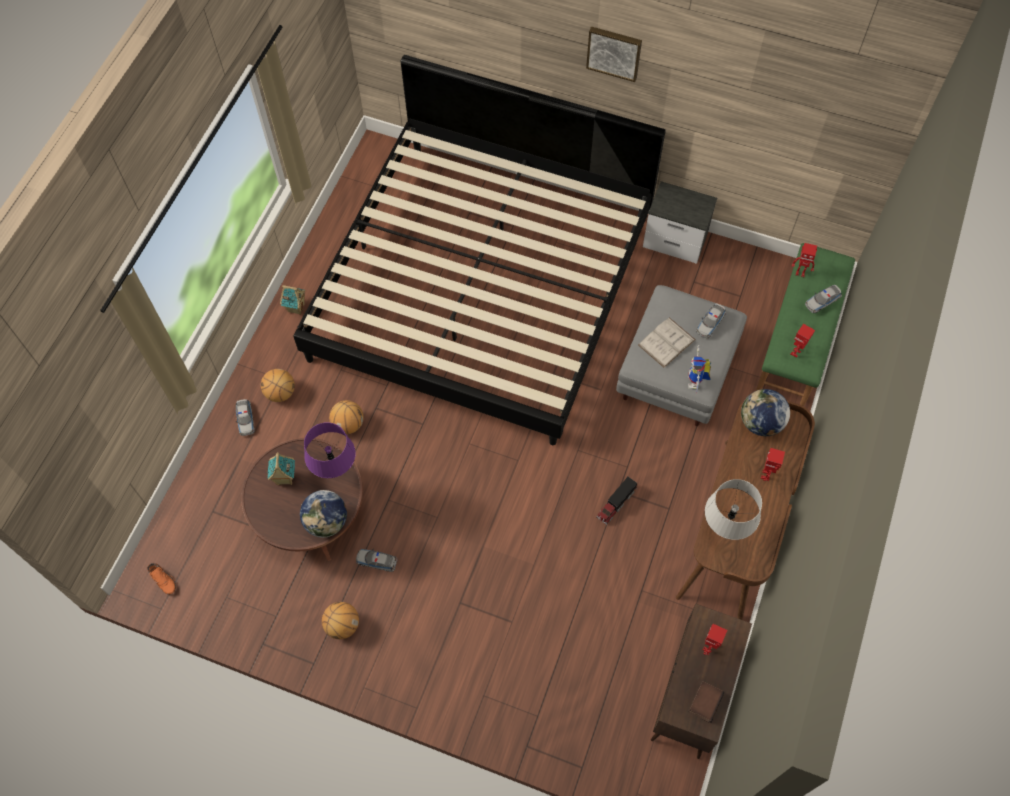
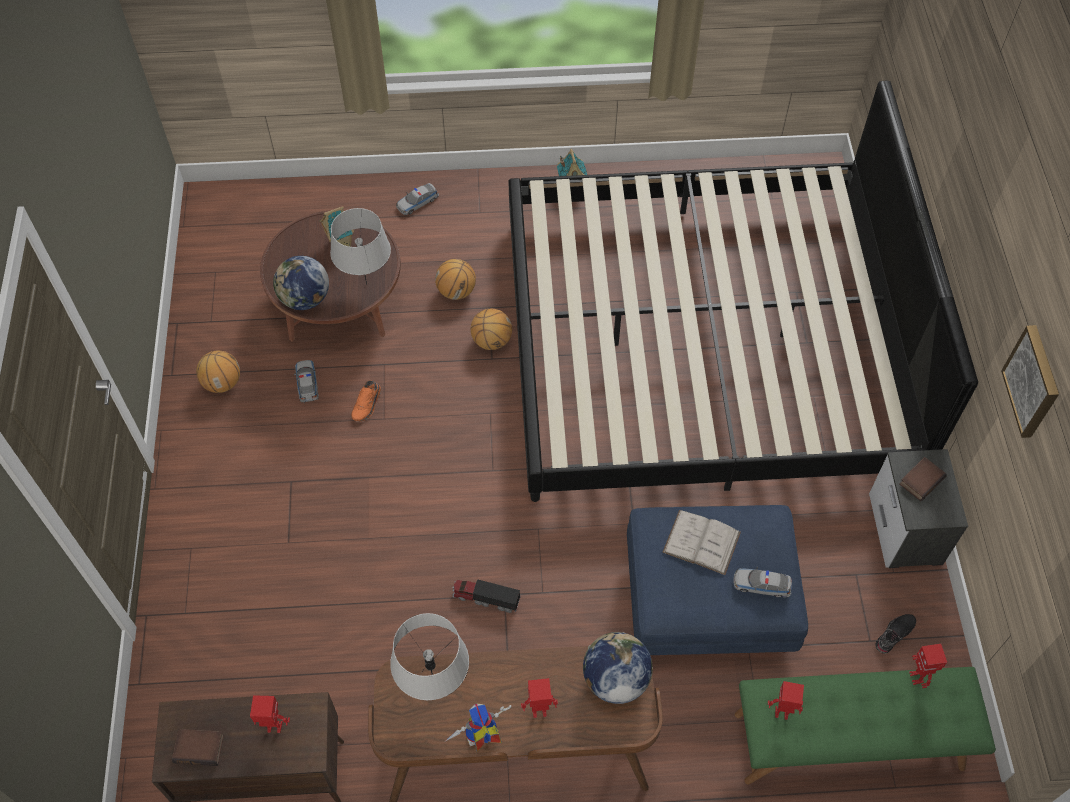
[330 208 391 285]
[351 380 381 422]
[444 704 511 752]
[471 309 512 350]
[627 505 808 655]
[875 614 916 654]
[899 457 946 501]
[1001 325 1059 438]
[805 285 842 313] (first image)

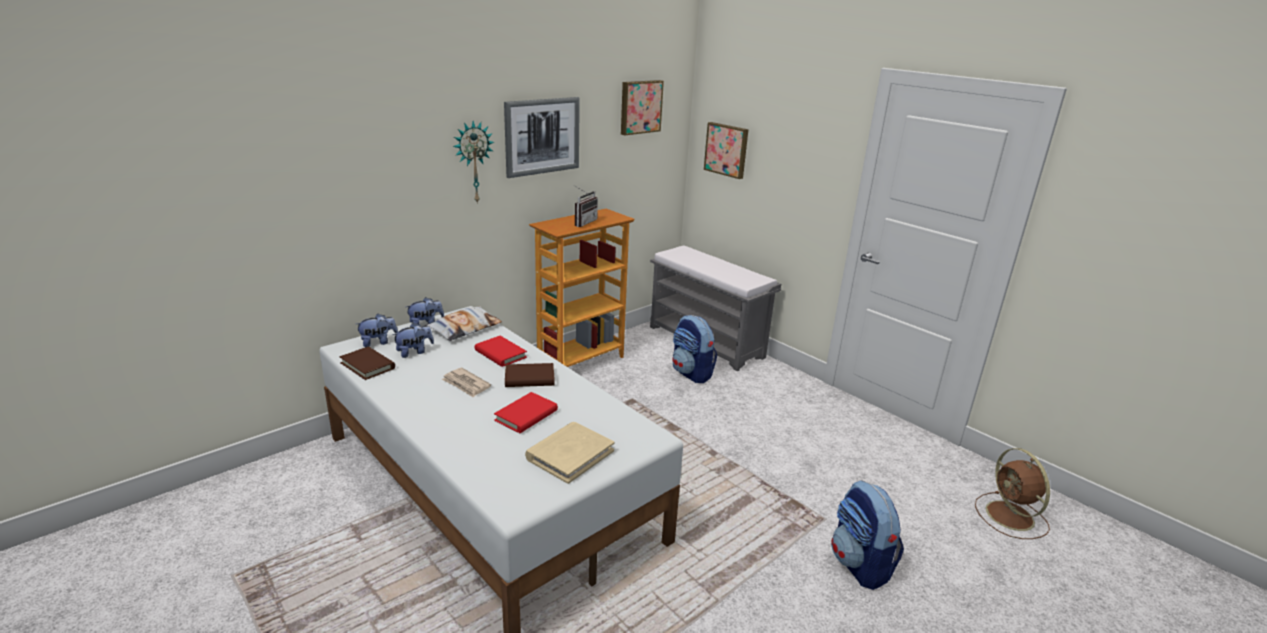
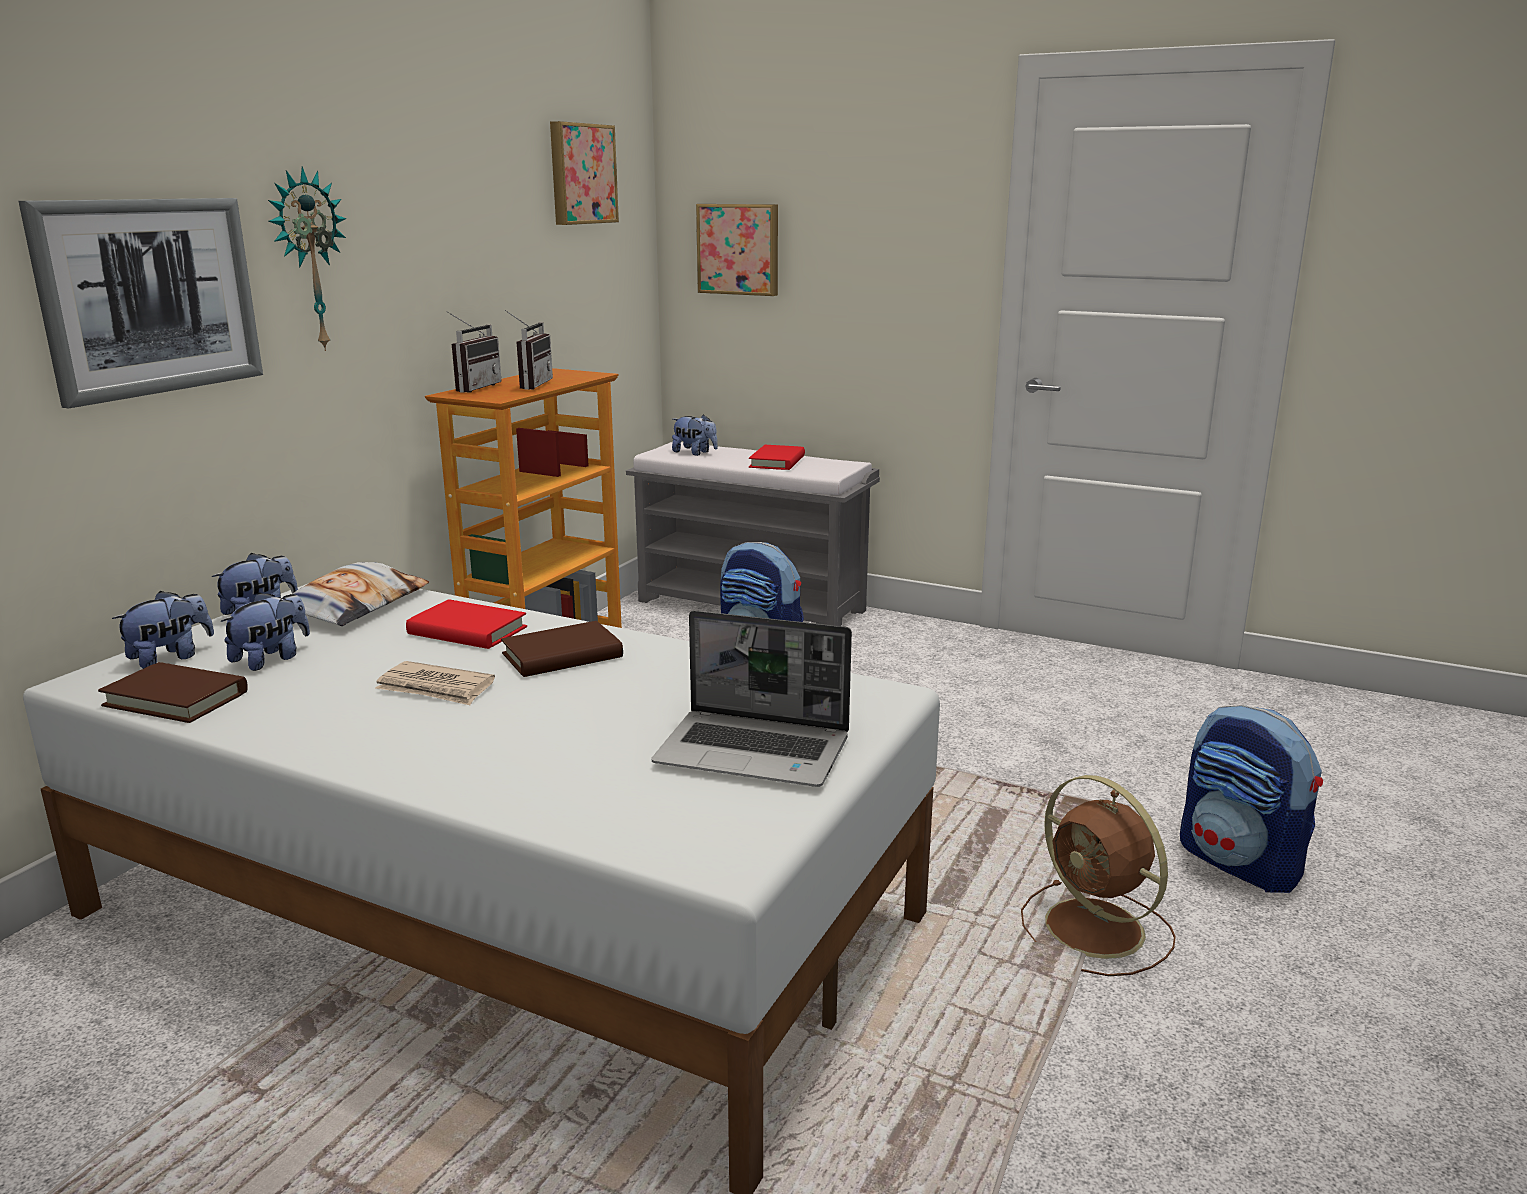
[19 198 263 408]
[446 311 501 393]
[651 610 852 787]
[672 414 718 456]
[749 445 805 470]
[1021 775 1176 976]

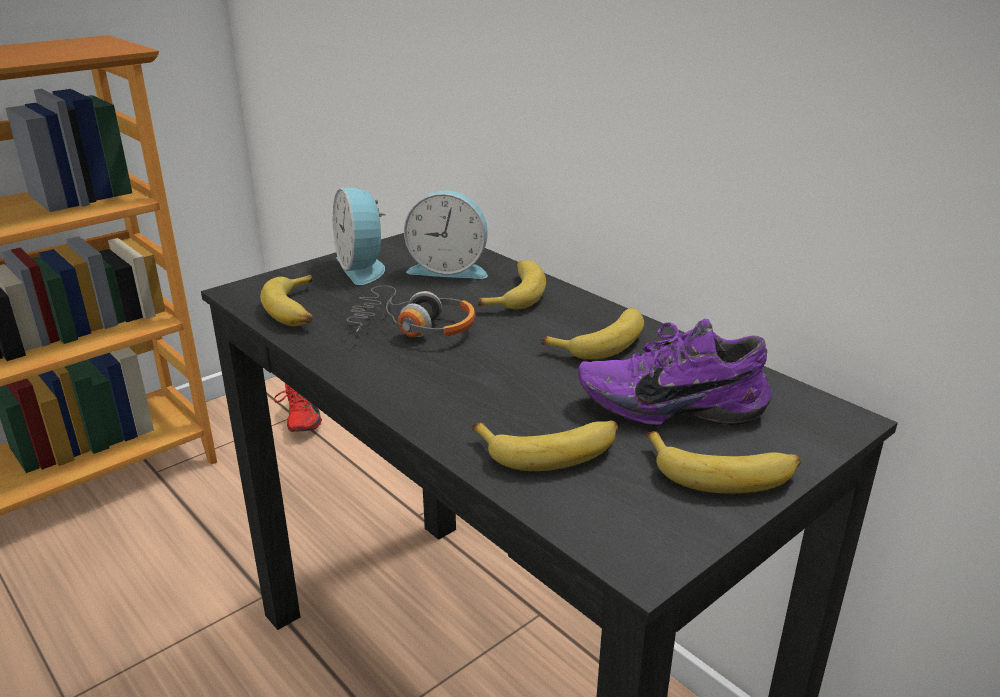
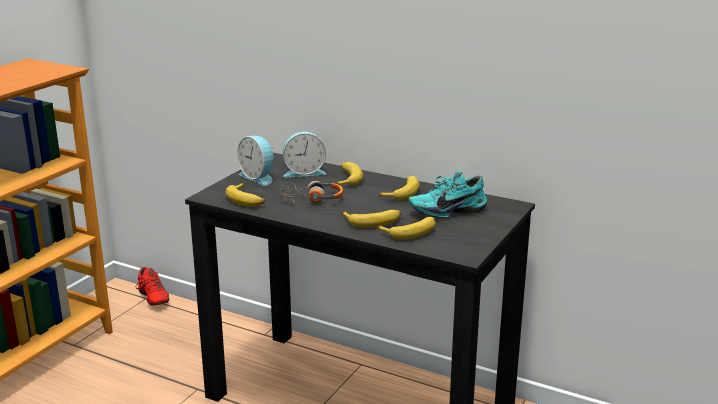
[341 210 401 228]
[409 171 487 218]

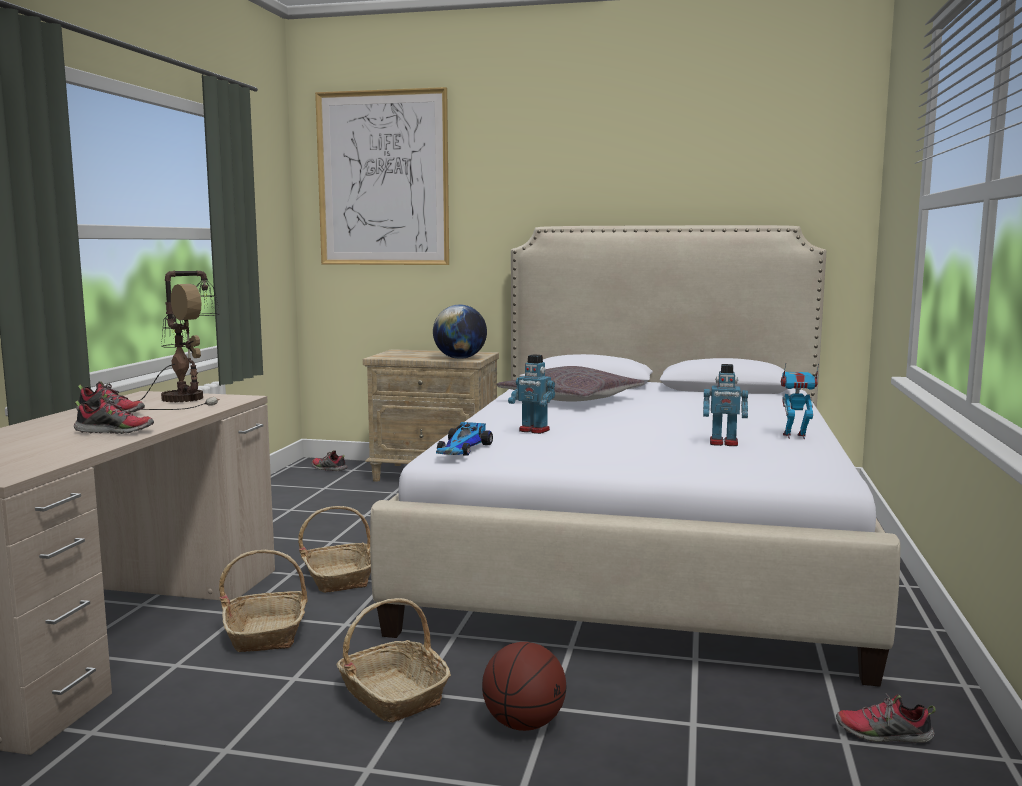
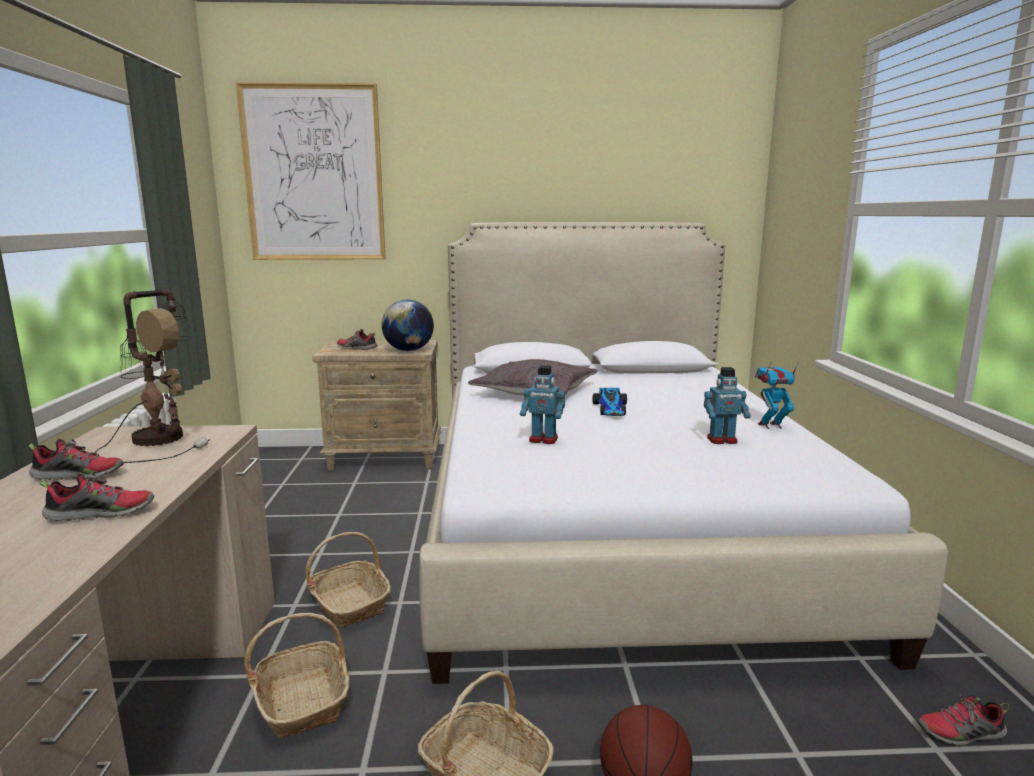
[337 329 377 350]
[592 388 627 416]

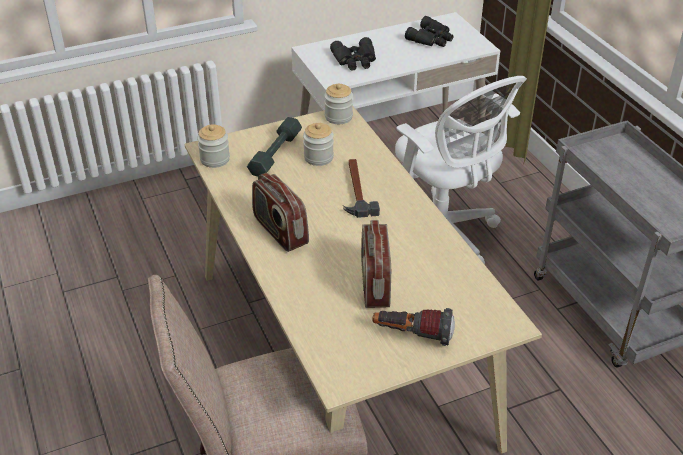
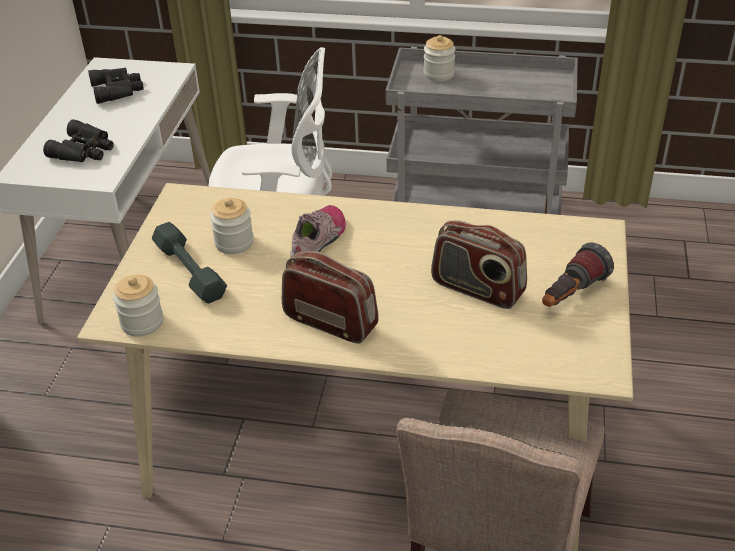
[282 251 379 344]
[290 205 346 261]
[424 35 455 81]

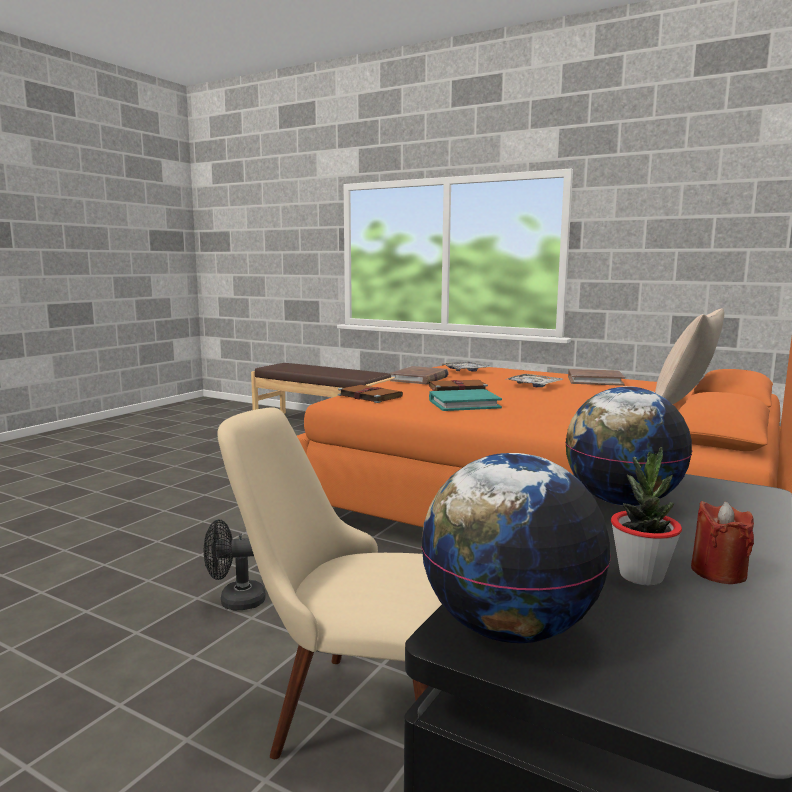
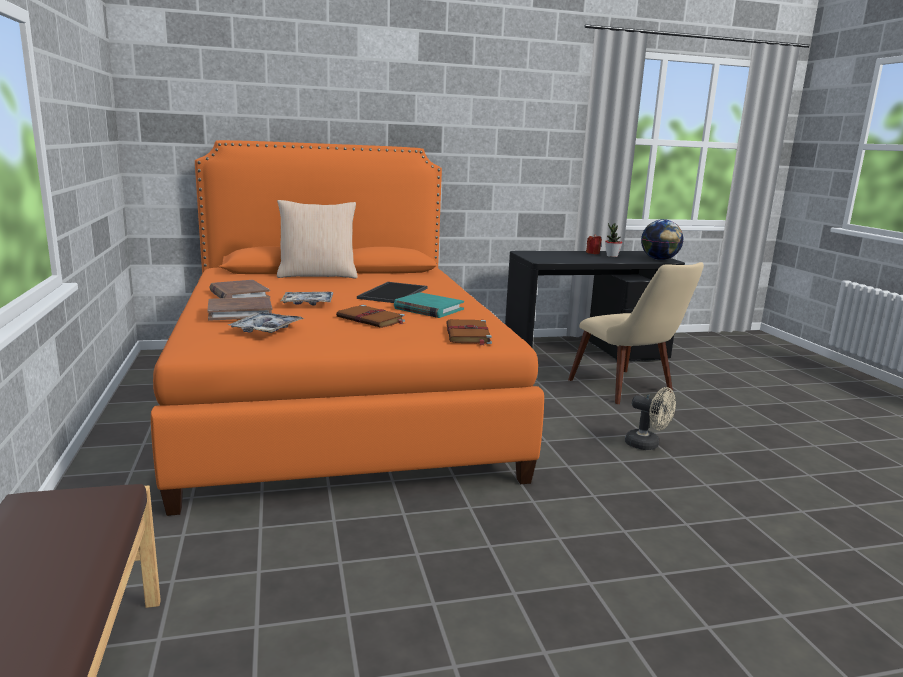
[208 297 273 321]
[357 282 427 303]
[625 387 676 450]
[565 386 692 506] (first image)

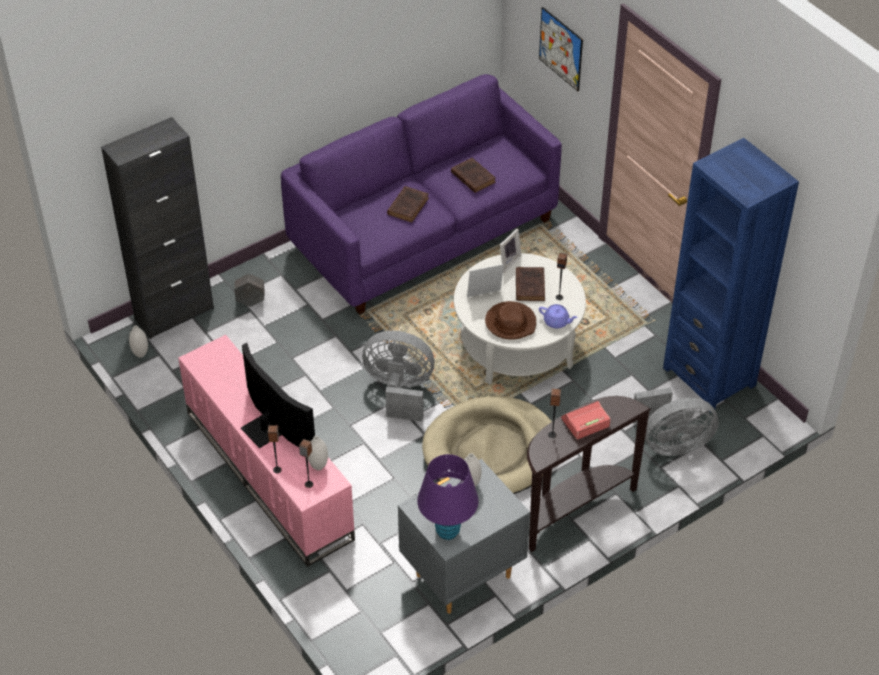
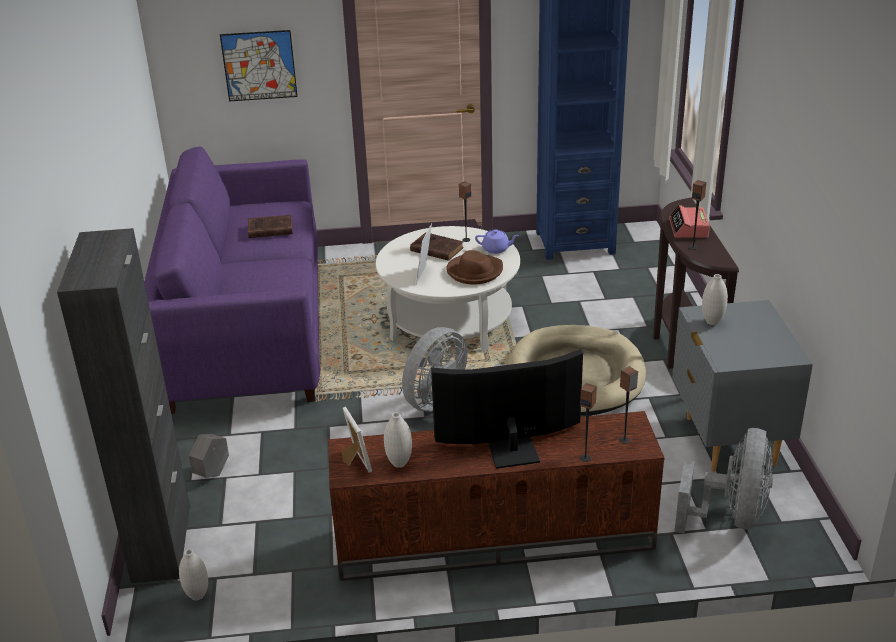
[328 411 664 581]
[342 407 372 473]
[384 412 412 468]
[475 229 519 254]
[674 428 773 534]
[387 186 429 222] (first image)
[417 454 479 540] (first image)

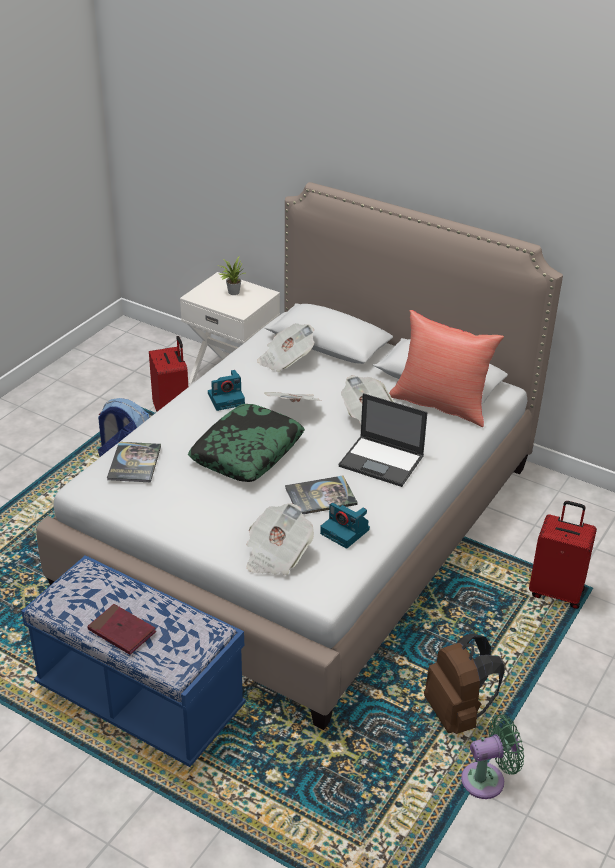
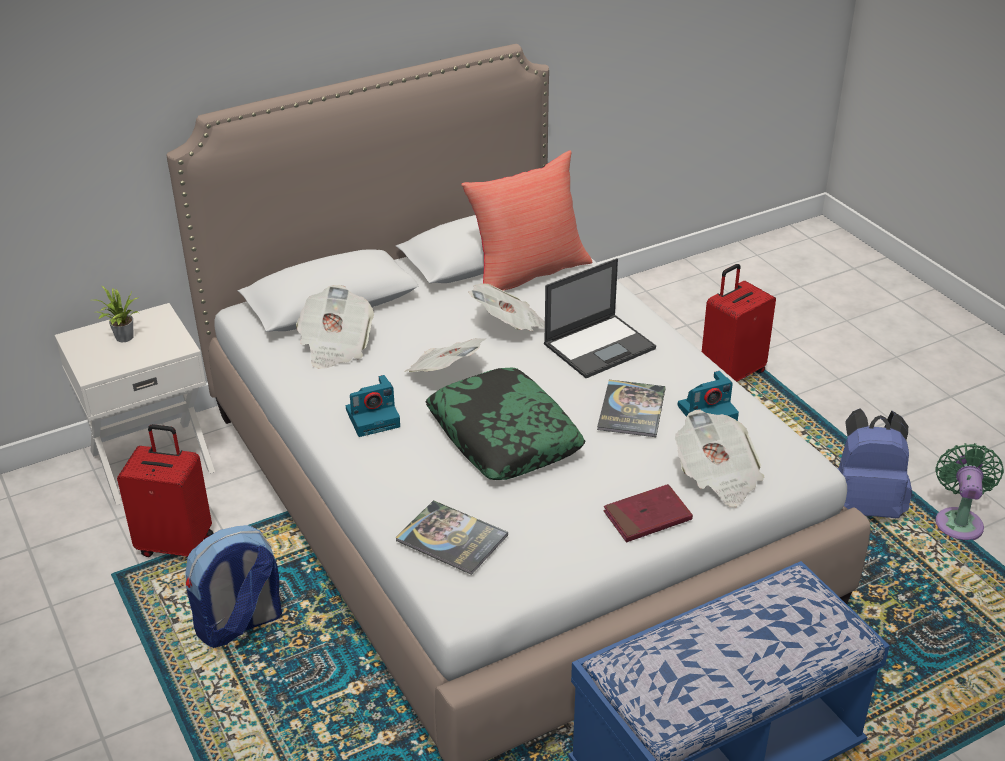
[346 375 400 437]
[603 484 693 542]
[837 409 912 518]

